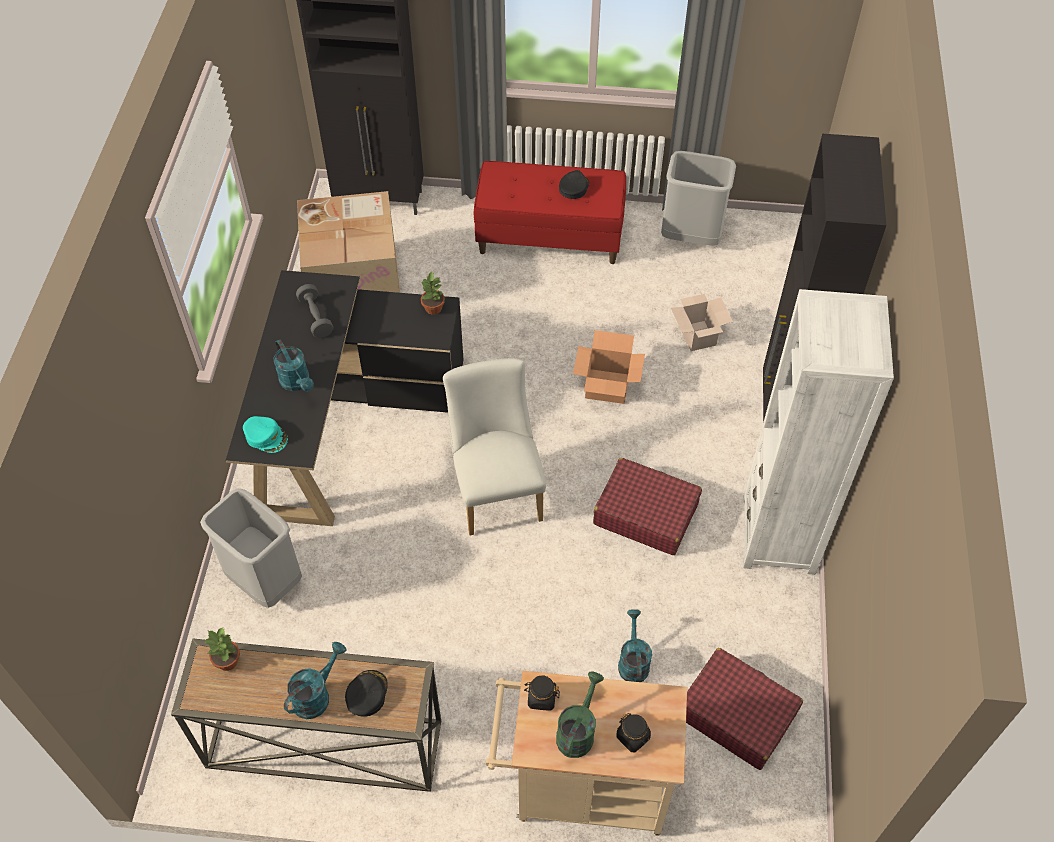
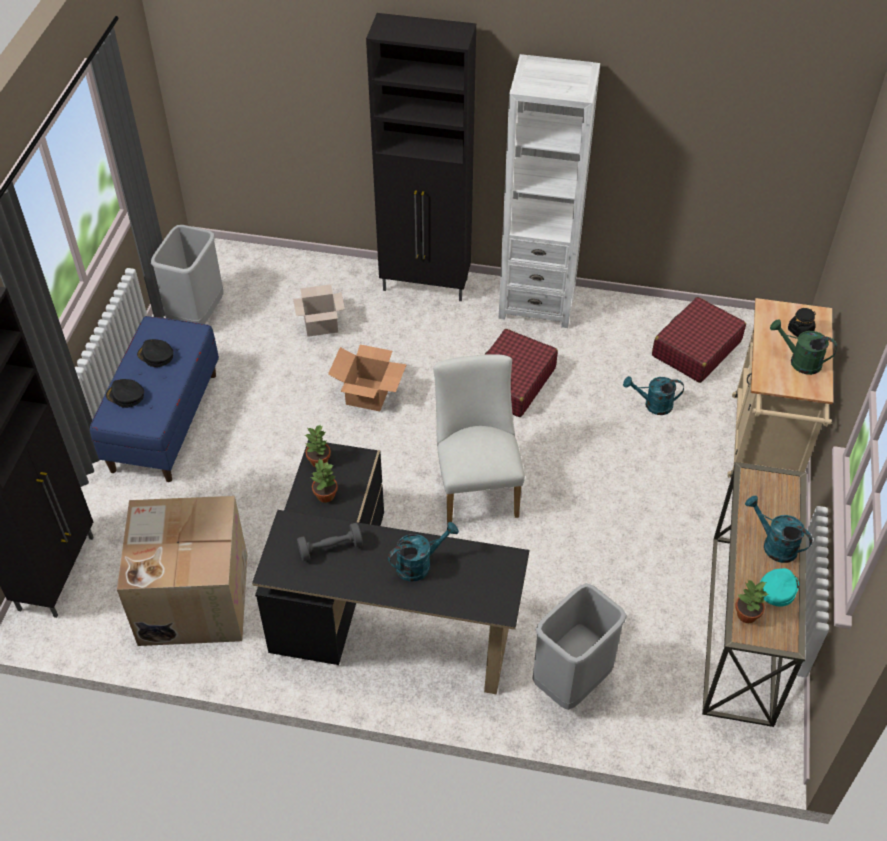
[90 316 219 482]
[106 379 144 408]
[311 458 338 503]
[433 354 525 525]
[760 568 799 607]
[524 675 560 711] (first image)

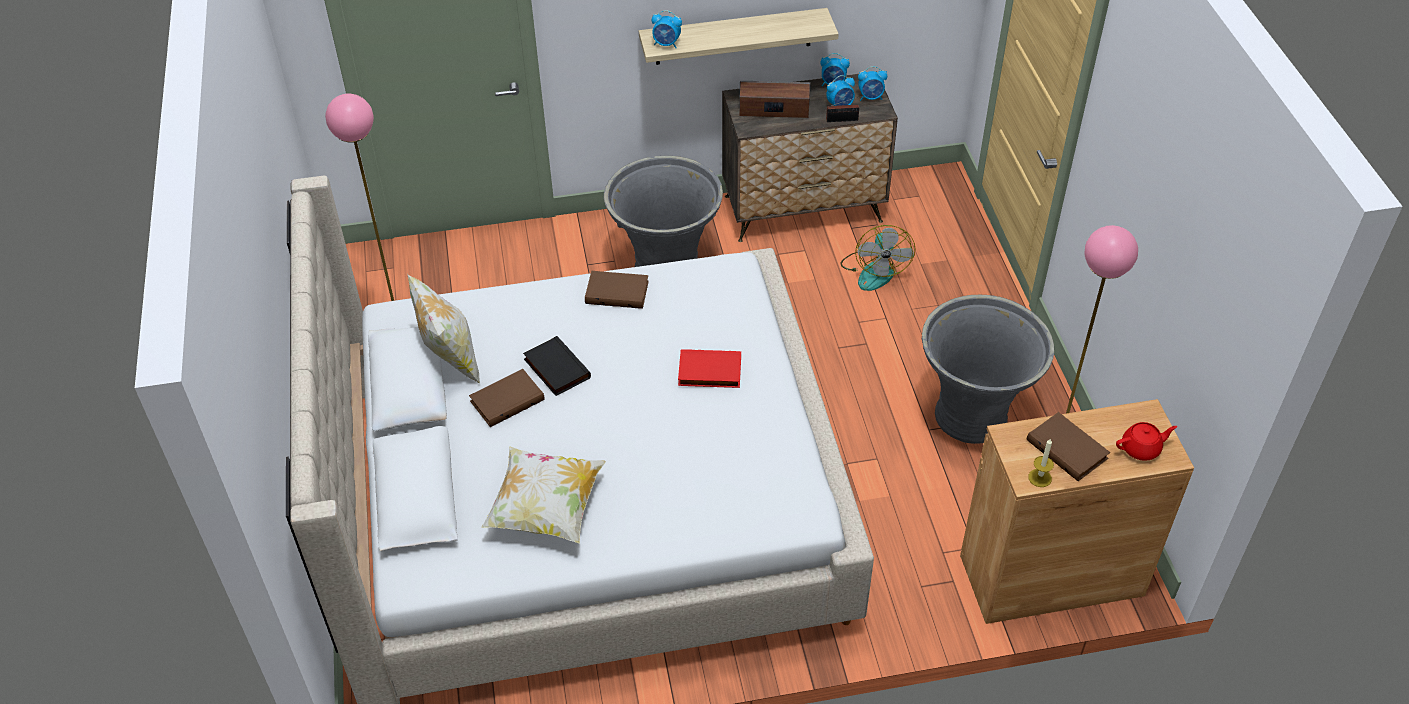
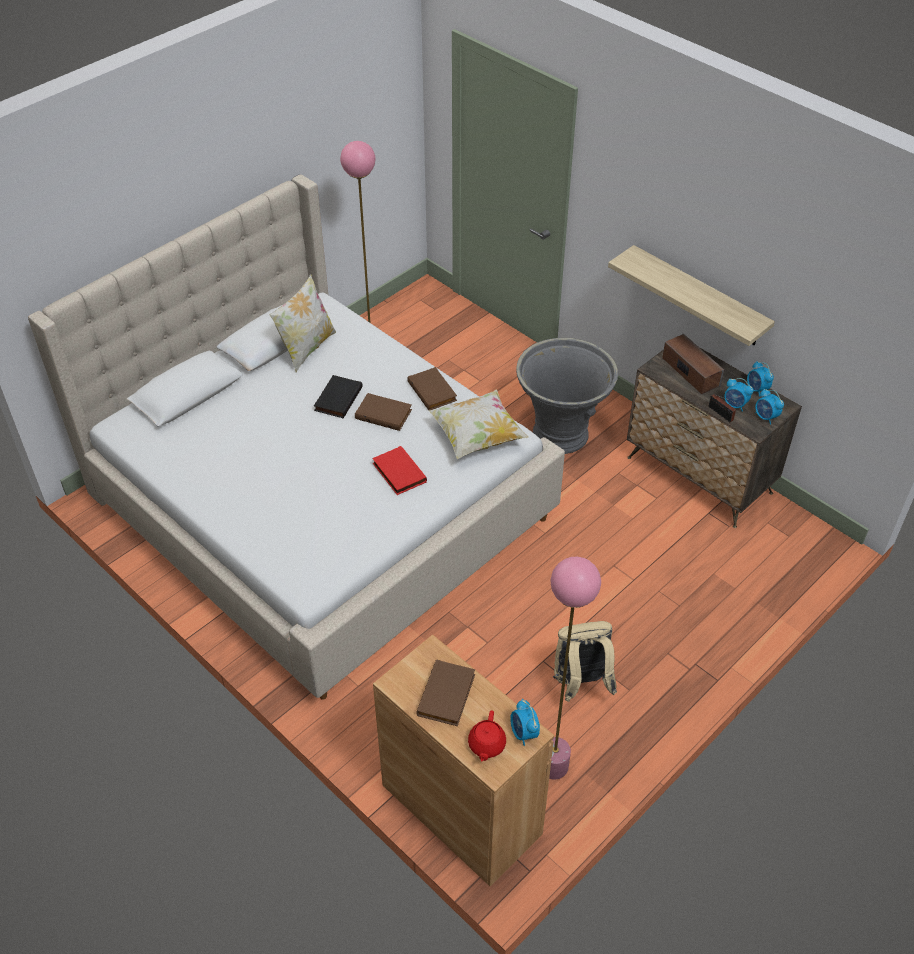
[355 393 412 431]
[429 390 528 459]
[468 710 506 761]
[510 699 540 746]
[553 621 617 702]
[840 225 915 291] (first image)
[1028 438 1054 487] (first image)

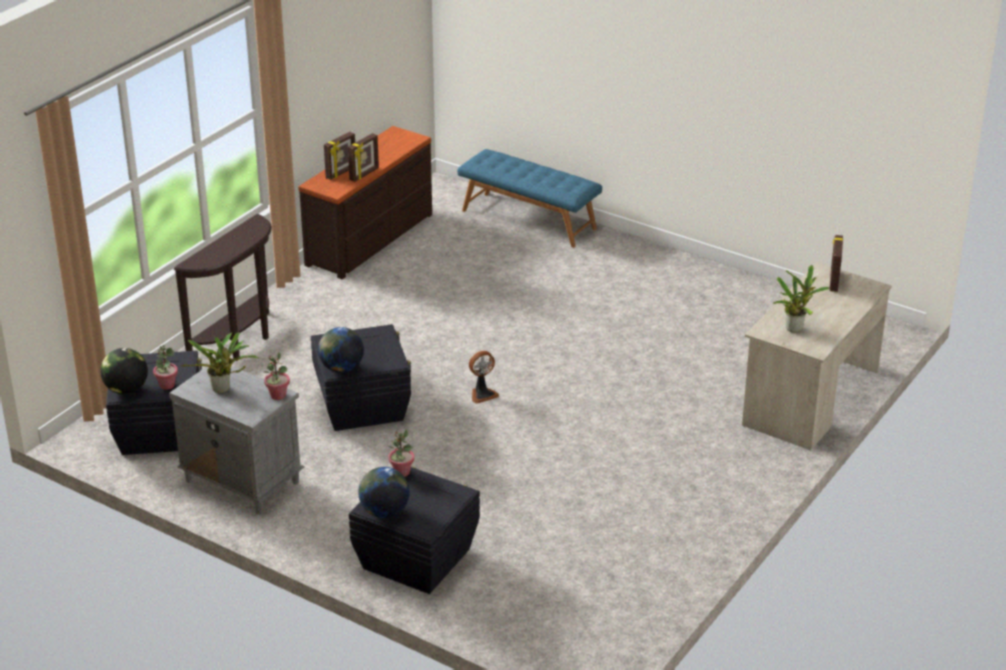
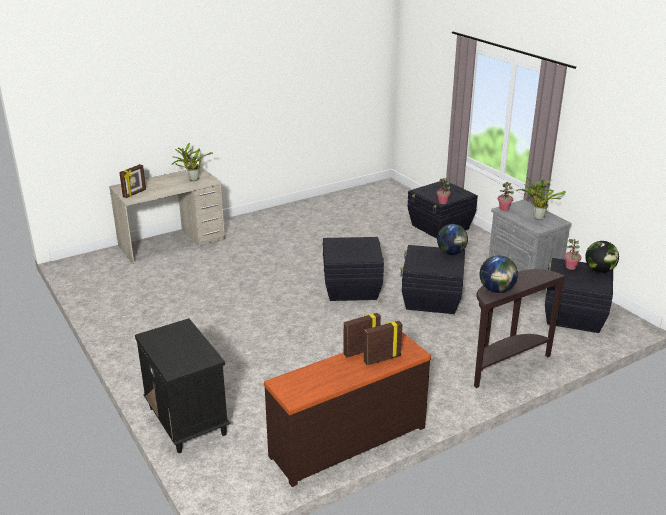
[135 318 231 453]
[323 237 384 301]
[480 255 518 293]

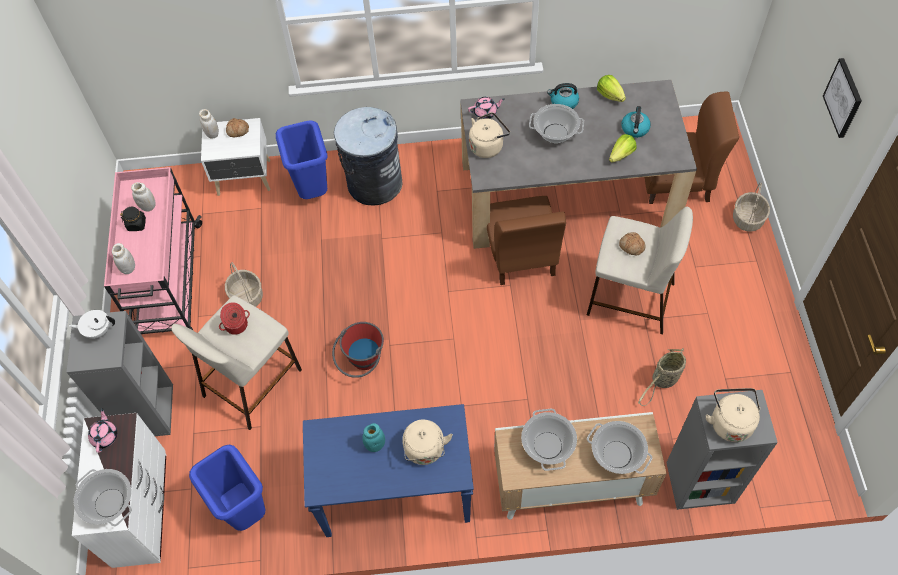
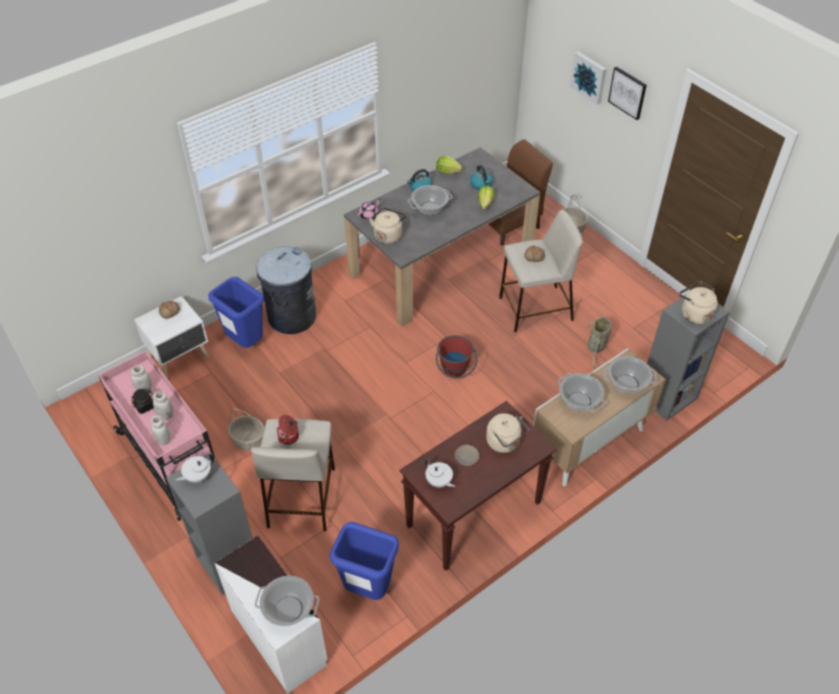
[153 391 174 420]
[399 401 557 571]
[425 459 455 488]
[436 335 478 379]
[455 445 479 466]
[570 51 607 105]
[88 408 117 453] (first image)
[487 196 566 285] (first image)

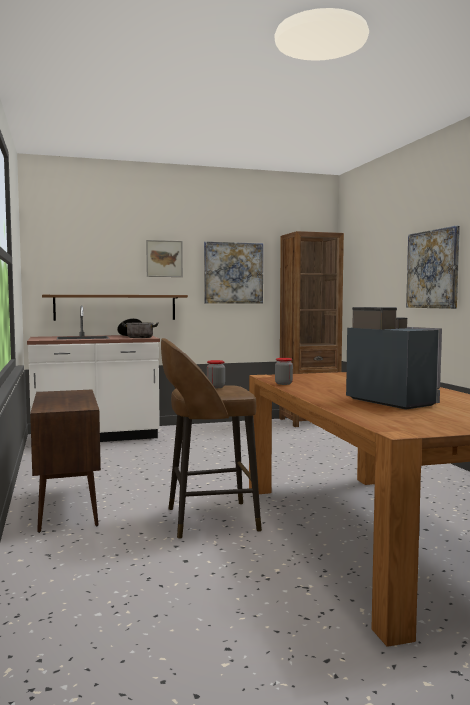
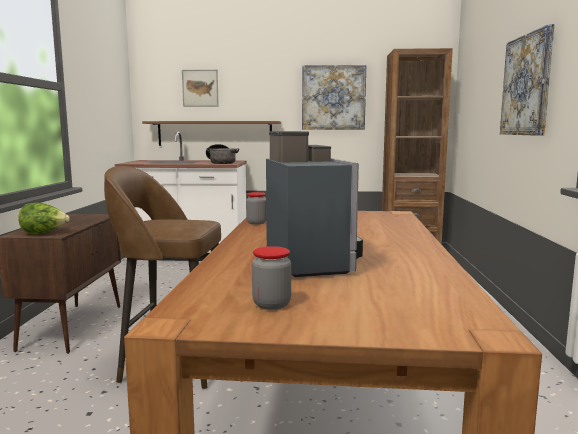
[18 203 70 234]
[182 70 219 107]
[252 246 291 310]

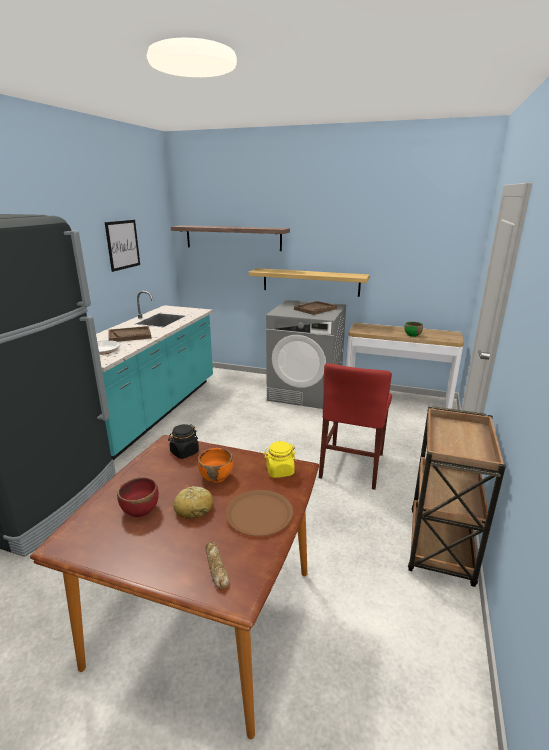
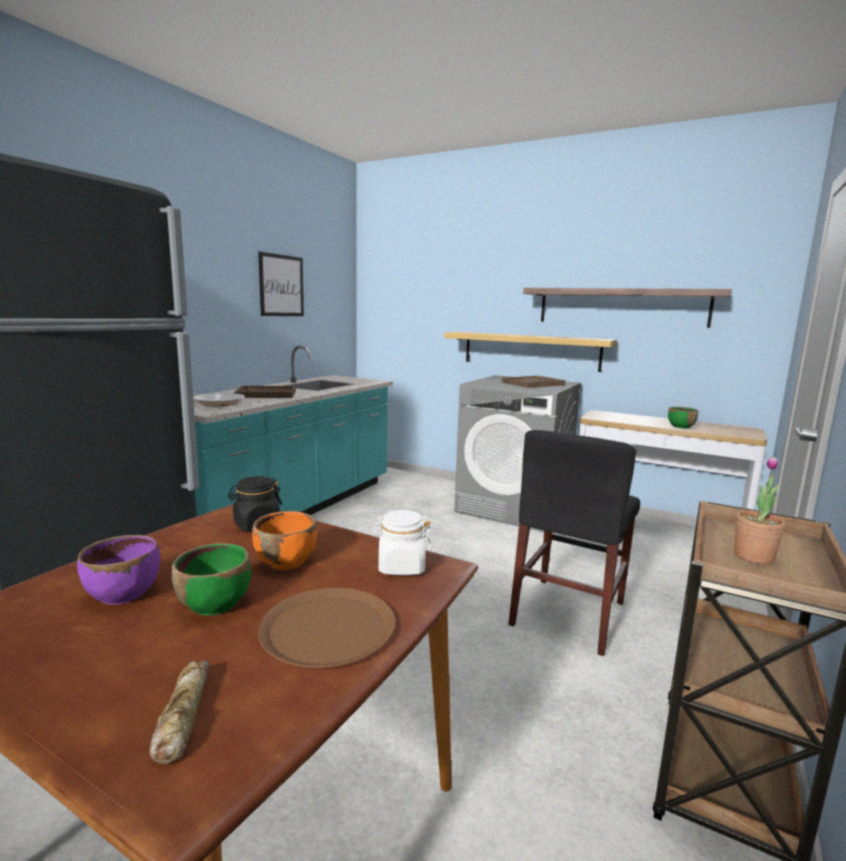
[77 535 161 605]
[172 543 251 615]
[371 510 432 575]
[508 430 640 656]
[523 288 732 328]
[734 457 785 564]

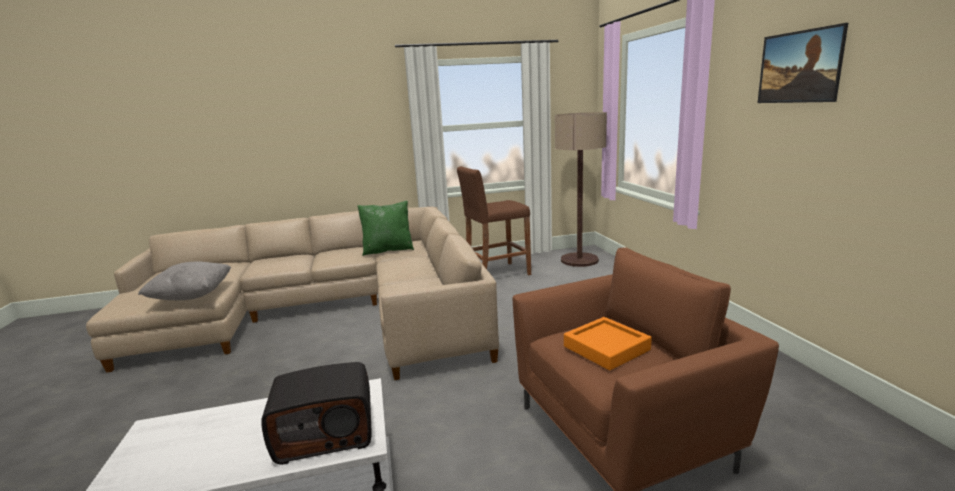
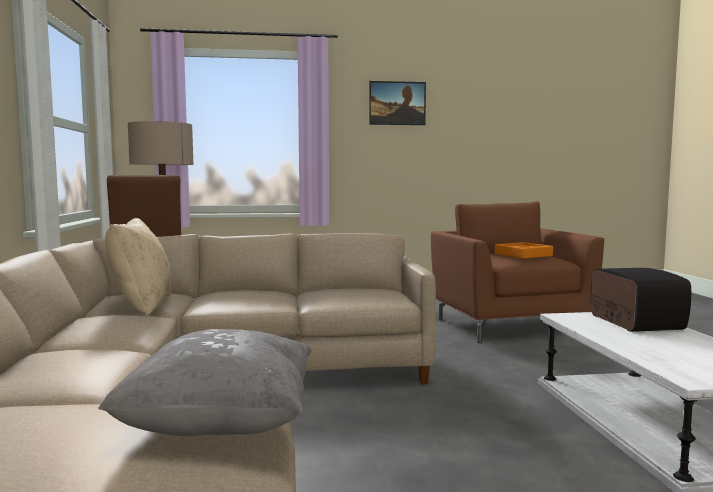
[105 218 172 316]

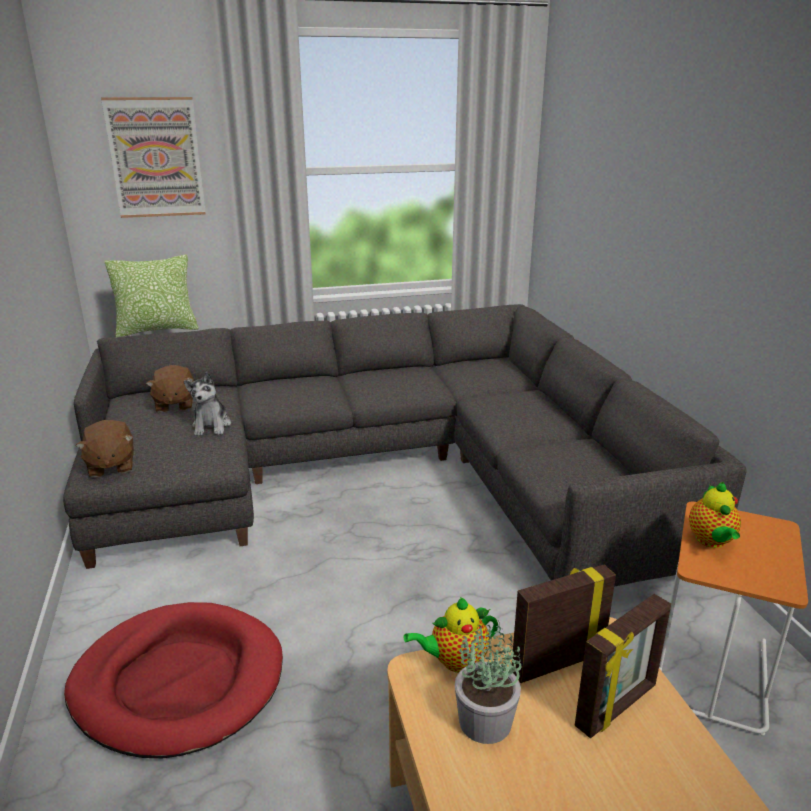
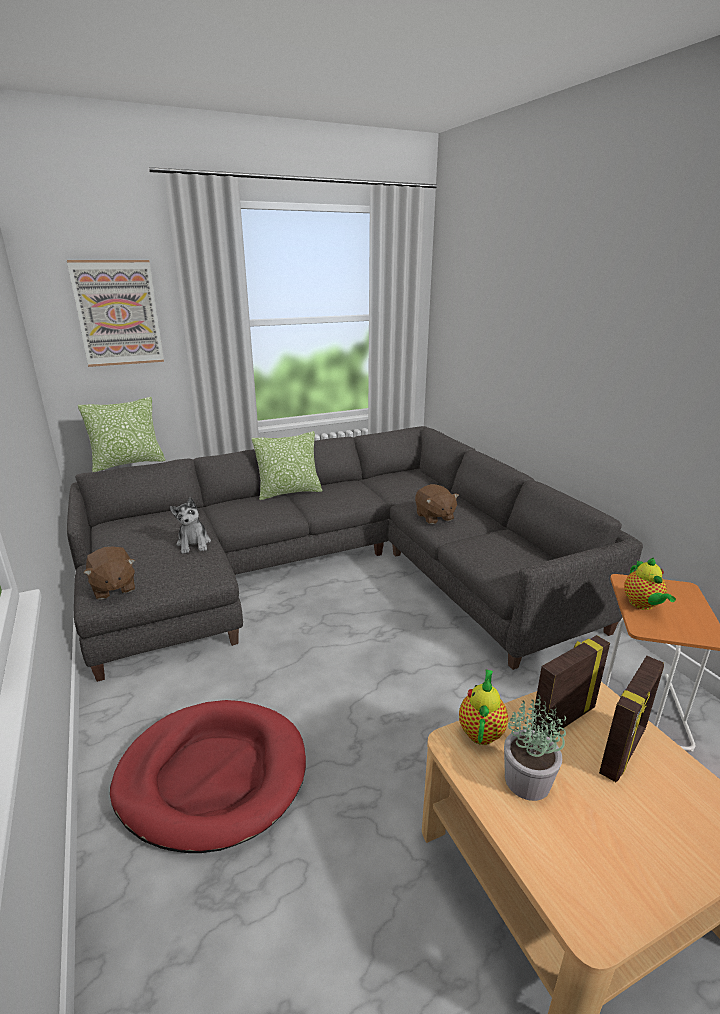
[252 431 322 500]
[415 484 459 524]
[459 670 508 745]

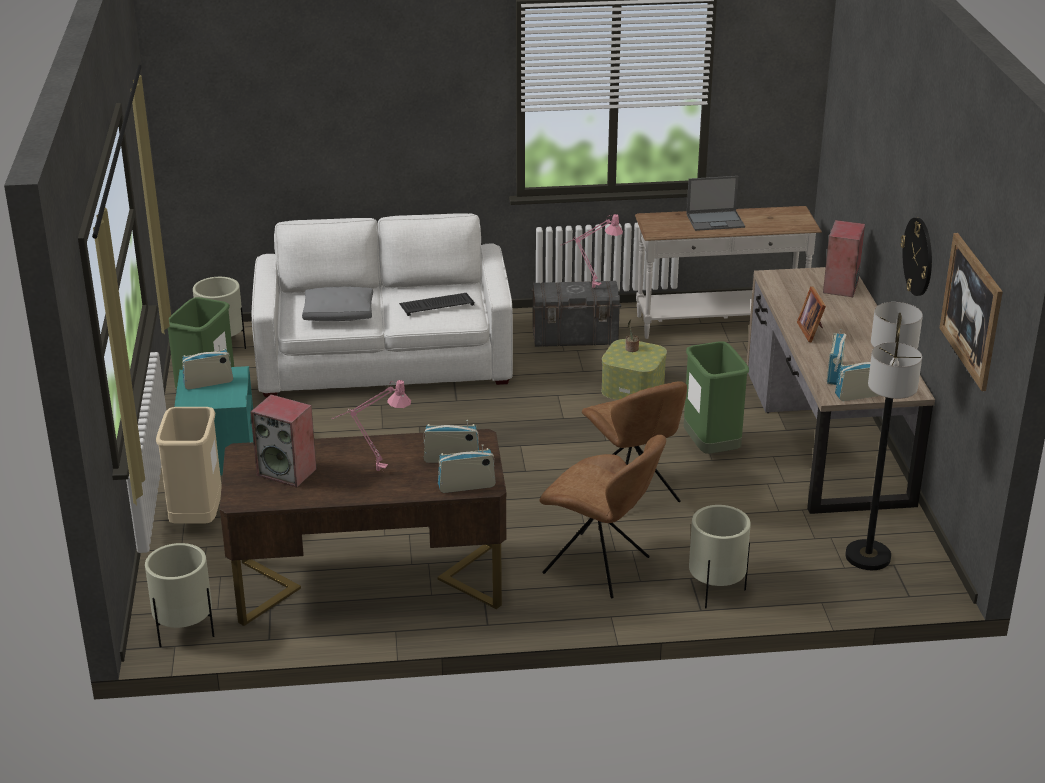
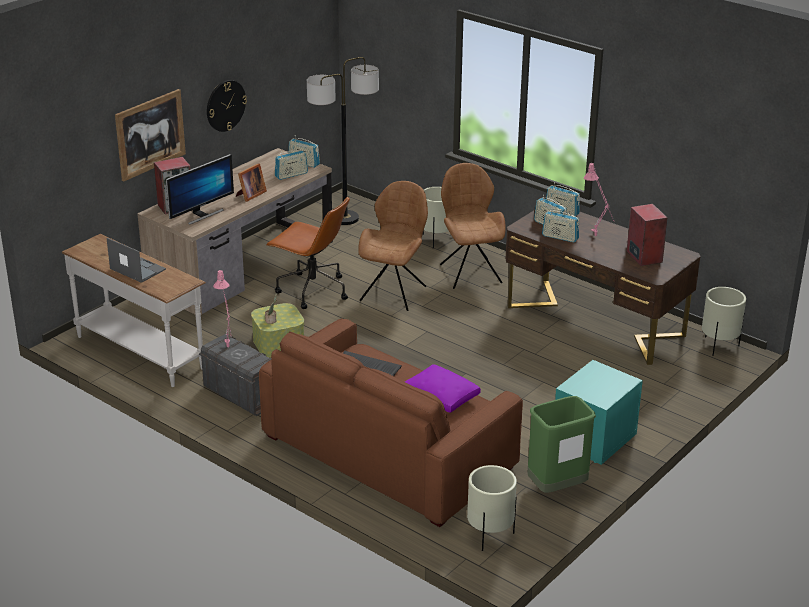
[115 89 186 181]
[166 154 234 225]
[259 318 523 527]
[266 196 350 309]
[405 364 481 413]
[542 208 580 243]
[156 407 222 524] (first image)

